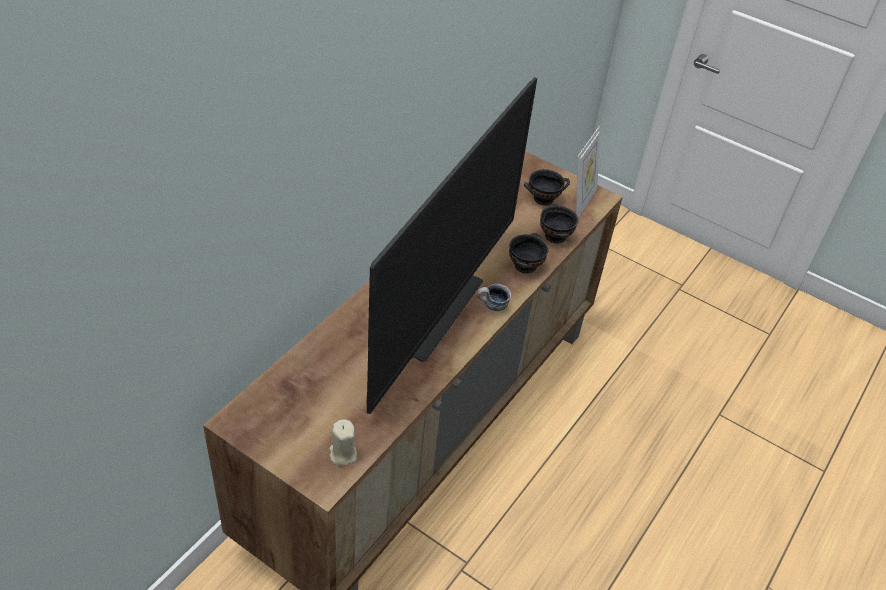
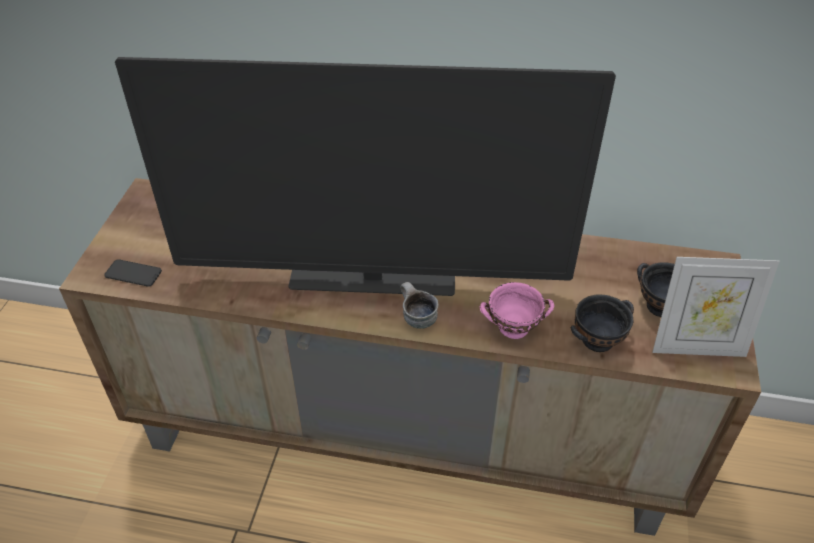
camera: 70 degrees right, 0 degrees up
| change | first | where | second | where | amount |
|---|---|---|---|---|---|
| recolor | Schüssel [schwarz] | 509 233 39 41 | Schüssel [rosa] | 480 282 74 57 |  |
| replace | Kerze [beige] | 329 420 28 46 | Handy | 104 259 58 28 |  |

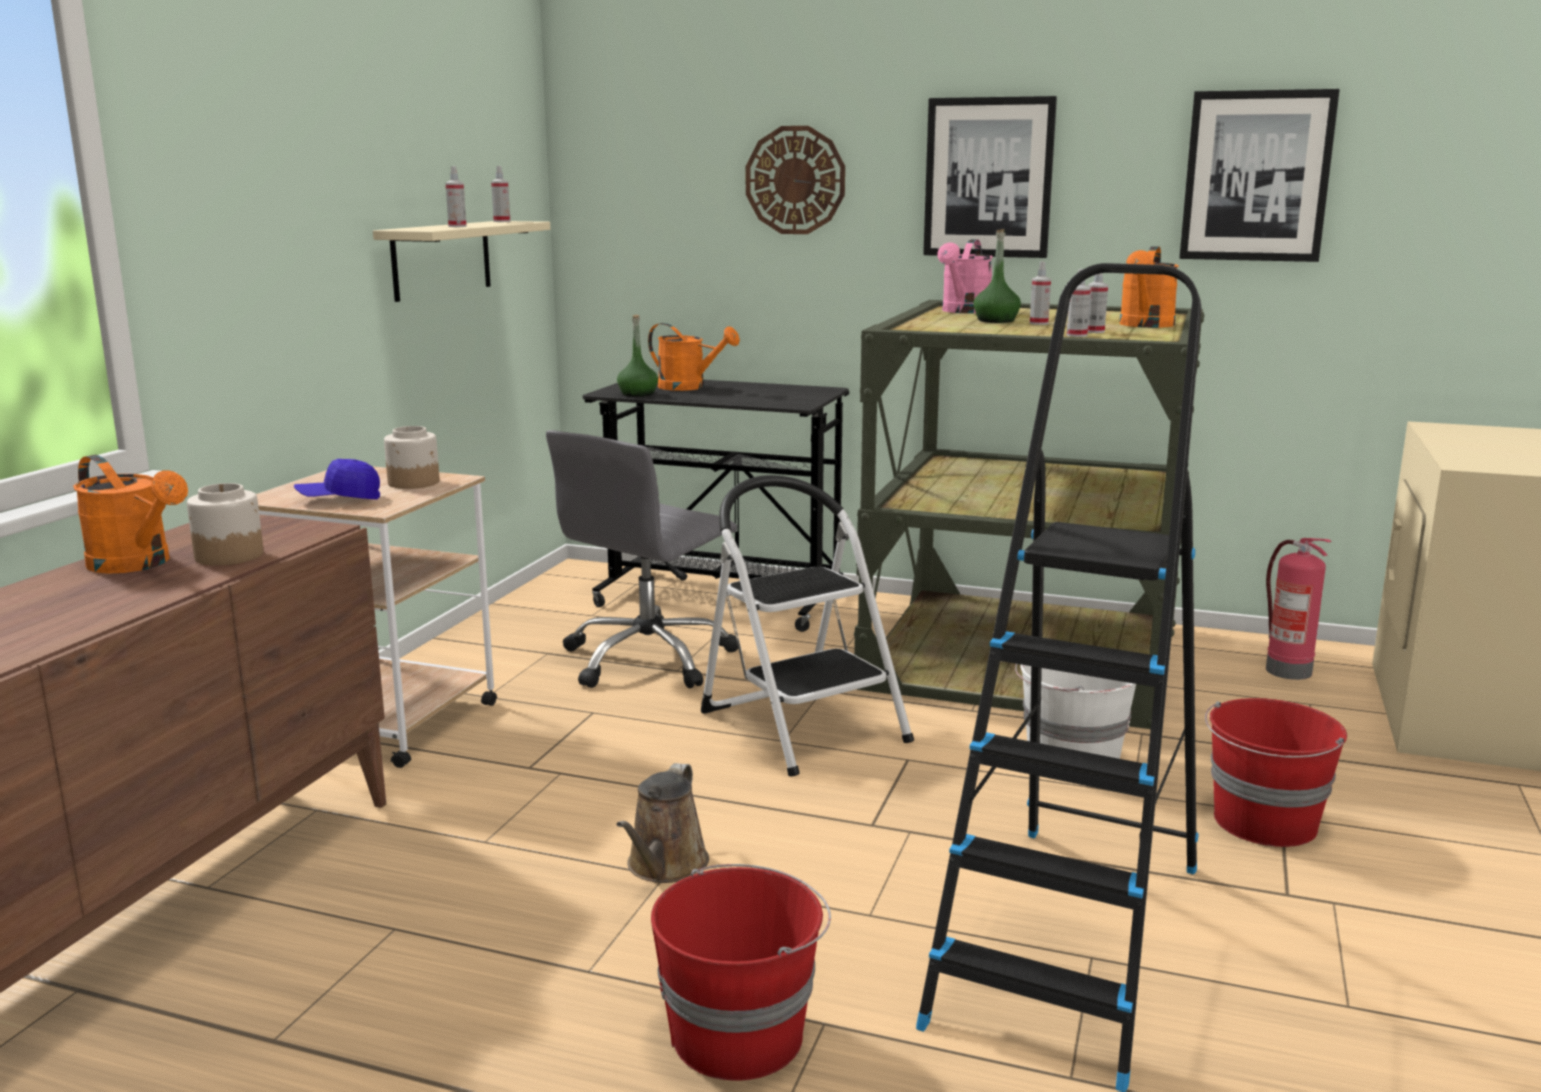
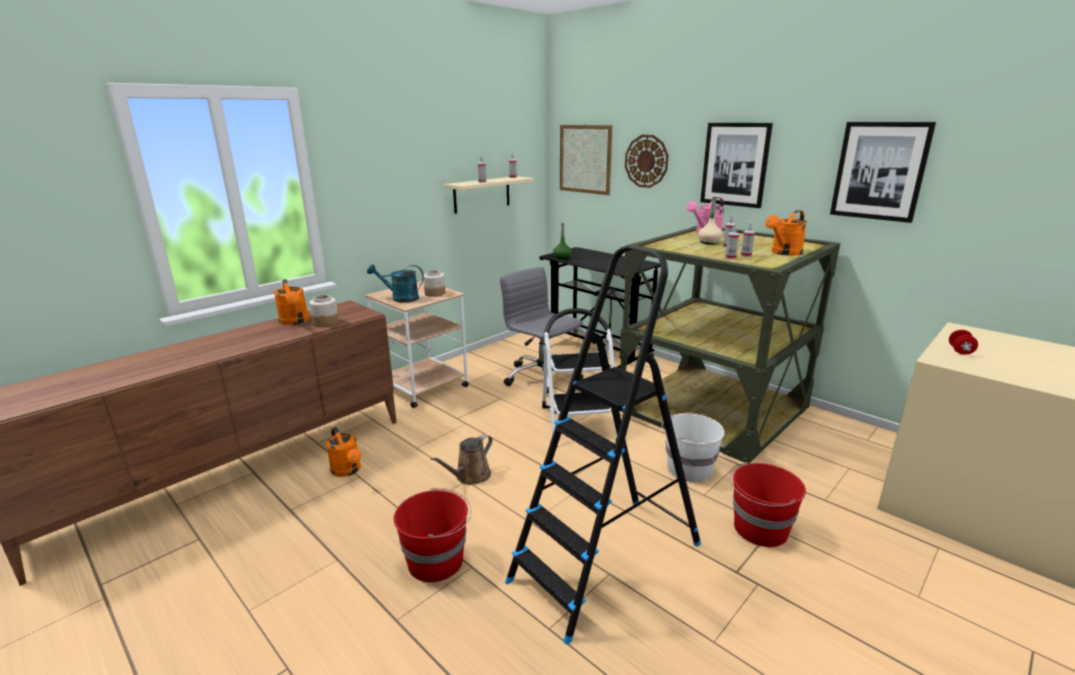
camera: 25 degrees right, 5 degrees up
| change | first | where | second | where | amount |
|---|---|---|---|---|---|
| recolor | Flasche [grün] | 973 229 48 94 | Flasche [beige] | 698 197 25 48 |  |
| move | Gießkanne [orange] | 648 323 92 68 |  | 326 427 35 50 |  |
| rotate | Bürostuhl [grau] | 546 430 192 258 |  | 500 267 84 128 | 75 degrees clockwise |
| replace | Kappe [blau] | 294 459 86 40 | Gießkanne [türkis] | 367 264 57 39 |  |
| delete | Feuerlöscher | 1266 538 66 142 |  |  |  |
| insert |  |  | Bild | 560 125 52 70 |  |
| insert |  |  | Hantel [rot] | 949 330 29 25 |  |

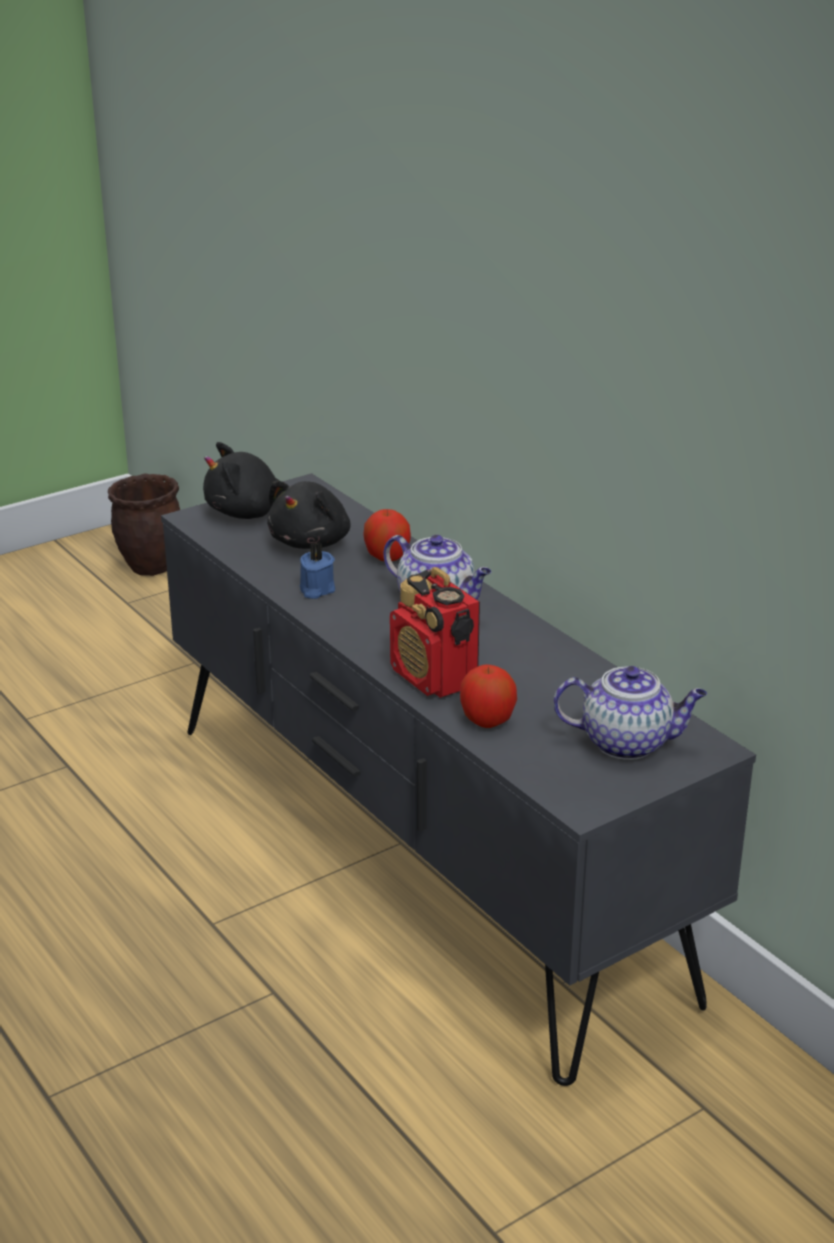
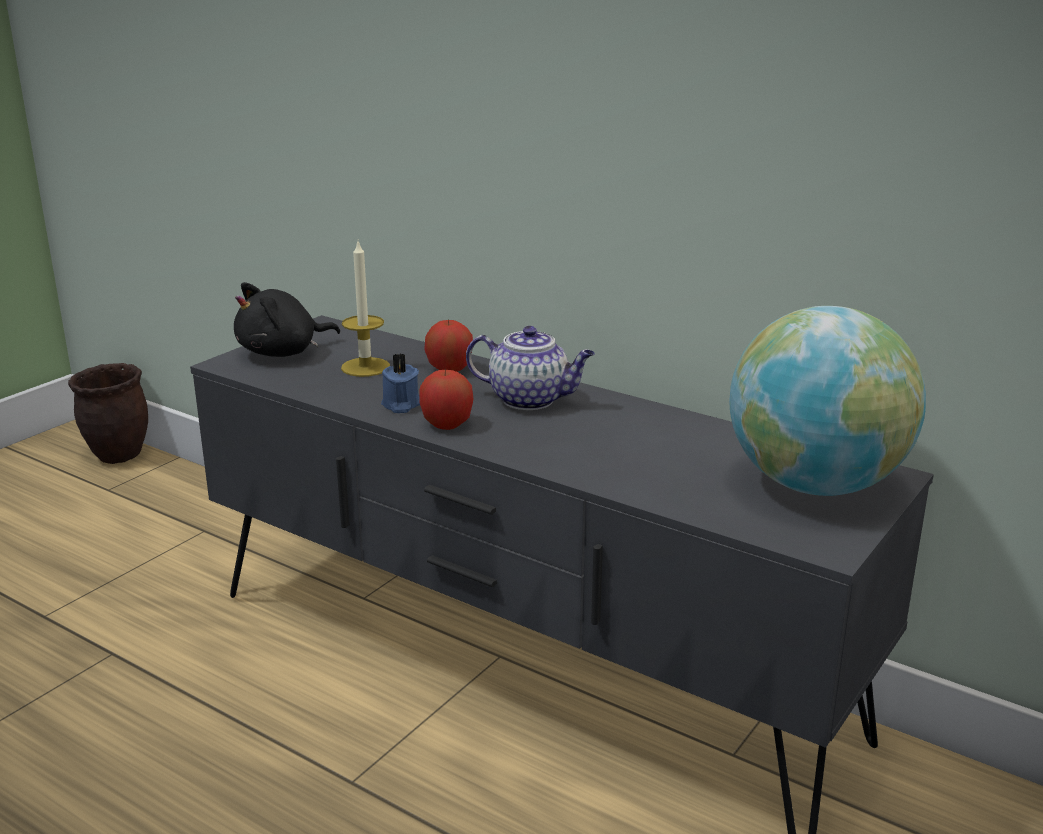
camera: 20 degrees left, 5 degrees down
| change | first | where | second | where | amount |
|---|---|---|---|---|---|
| replace | Plüschtier [schwarz] | 267 480 83 69 | Kerze | 341 242 49 135 |  |
| delete | Radio | 390 567 90 131 |  |  |  |
| move | Apfel | 460 665 57 63 |  | 419 369 55 61 |  |
| replace | Teekanne | 553 666 154 94 | Globus | 729 306 197 190 |  |

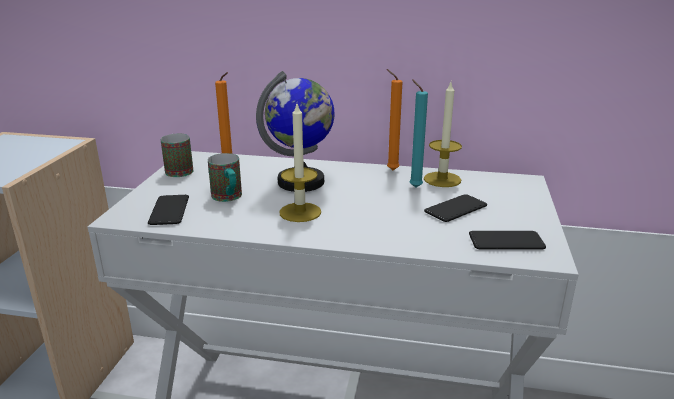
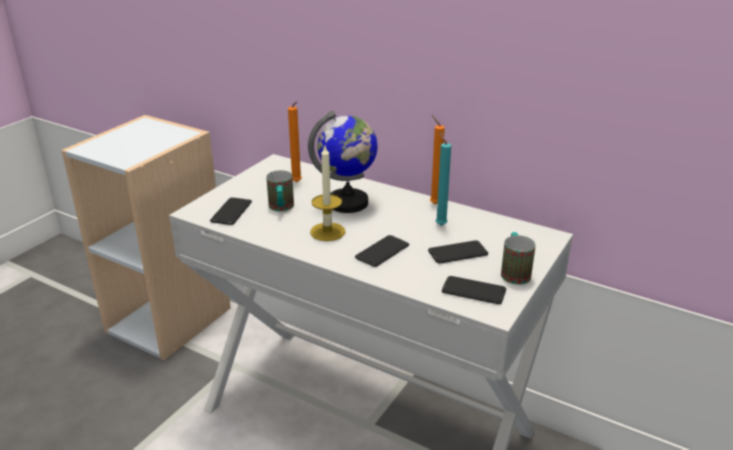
camera: 20 degrees right, 5 degrees up
| change | first | where | second | where | amount |
|---|---|---|---|---|---|
| delete | Kerze | 424 82 38 105 |  |  |  |
| move | Henkelbecher | 161 134 33 43 |  | 501 232 35 53 |  |
| insert |  |  | Handy | 355 235 54 32 |  |

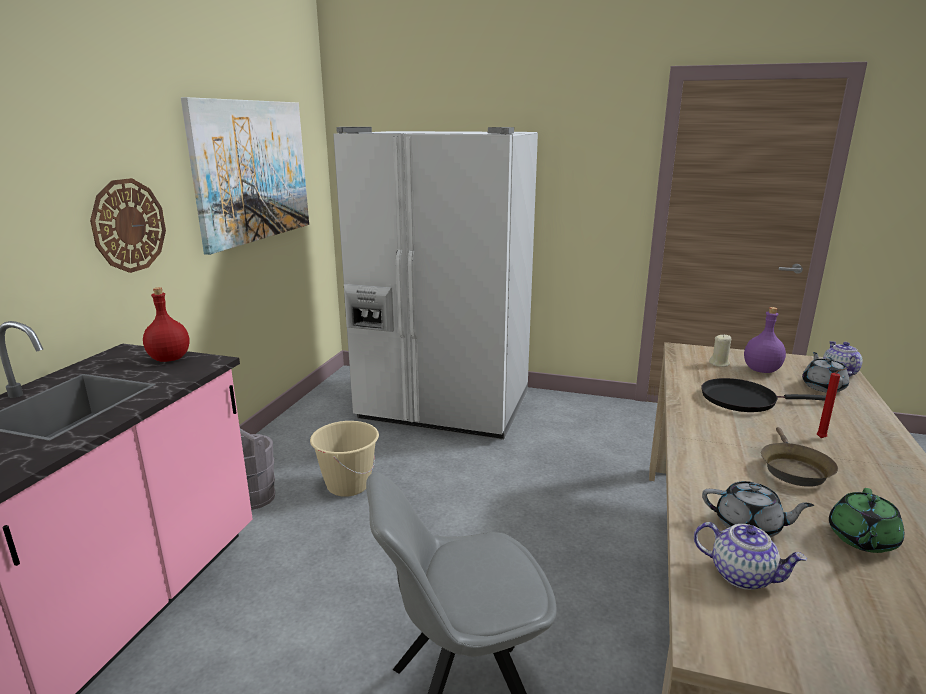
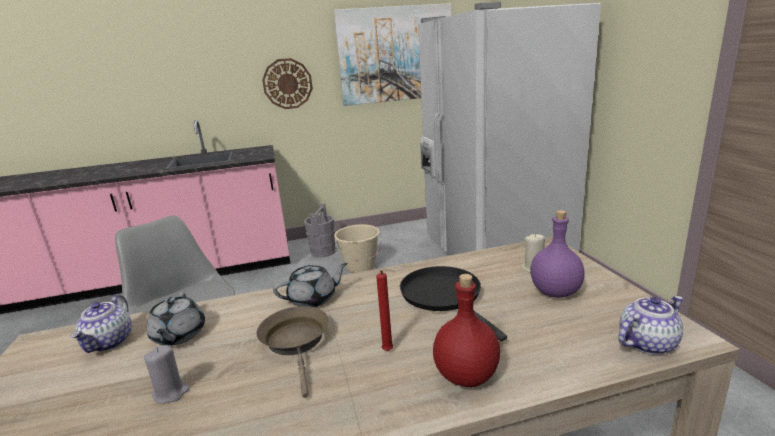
camera: 60 degrees right, 0 degrees up
| change | first | where | second | where | amount |
|---|---|---|---|---|---|
| move | Flasche [rot] | 143 287 47 75 |  | 433 274 67 113 |  |
| move | Teekanne [grau] | 802 352 47 40 |  | 273 263 75 44 |  |
| rotate | Pfanne [braun] | 761 427 77 60 |  | 256 306 73 92 | 90 degrees clockwise |
| replace | Teekanne [grün] | 829 488 75 65 | Kerze [grau] | 144 345 46 59 |  |

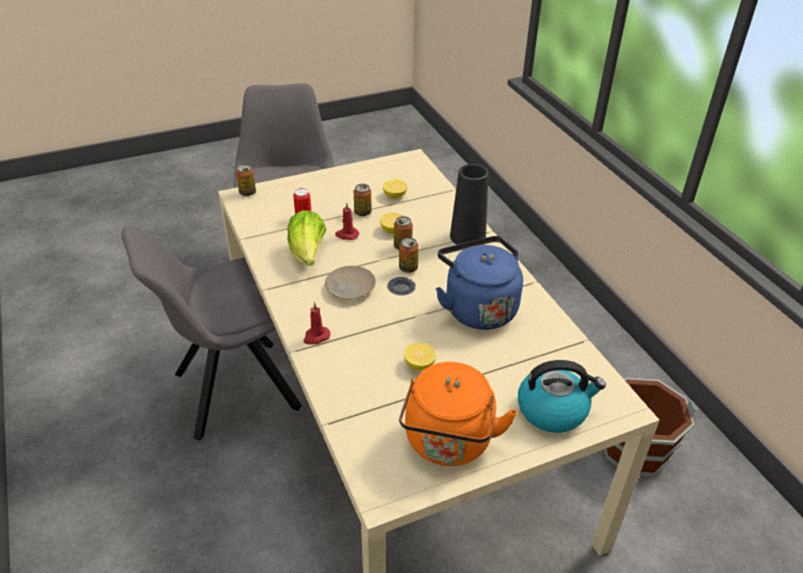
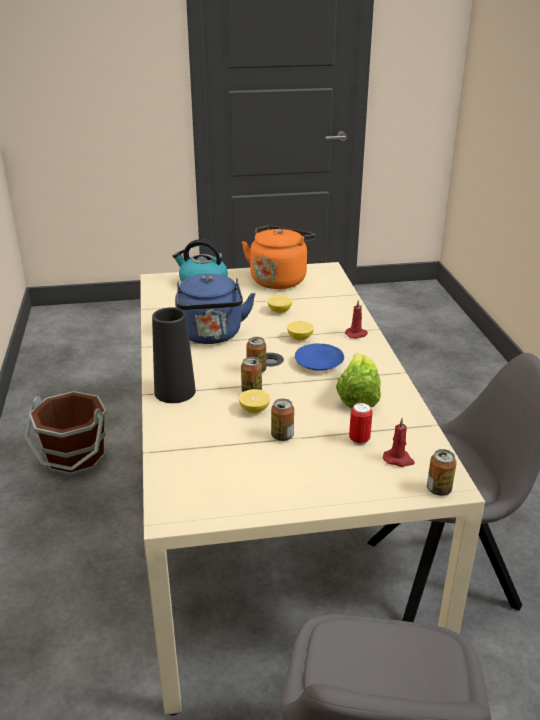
camera: 165 degrees left, 10 degrees down
| change | first | where | second | where | amount |
|---|---|---|---|---|---|
| move | Zitrone | 383 179 25 20 |  | 287 321 27 20 |  |
| move | Kerze [rot] | 335 202 24 38 |  | 383 418 32 49 |  |
| recolor | Teller [beige] | 325 266 51 34 | Teller [blau] | 295 343 49 28 |  |

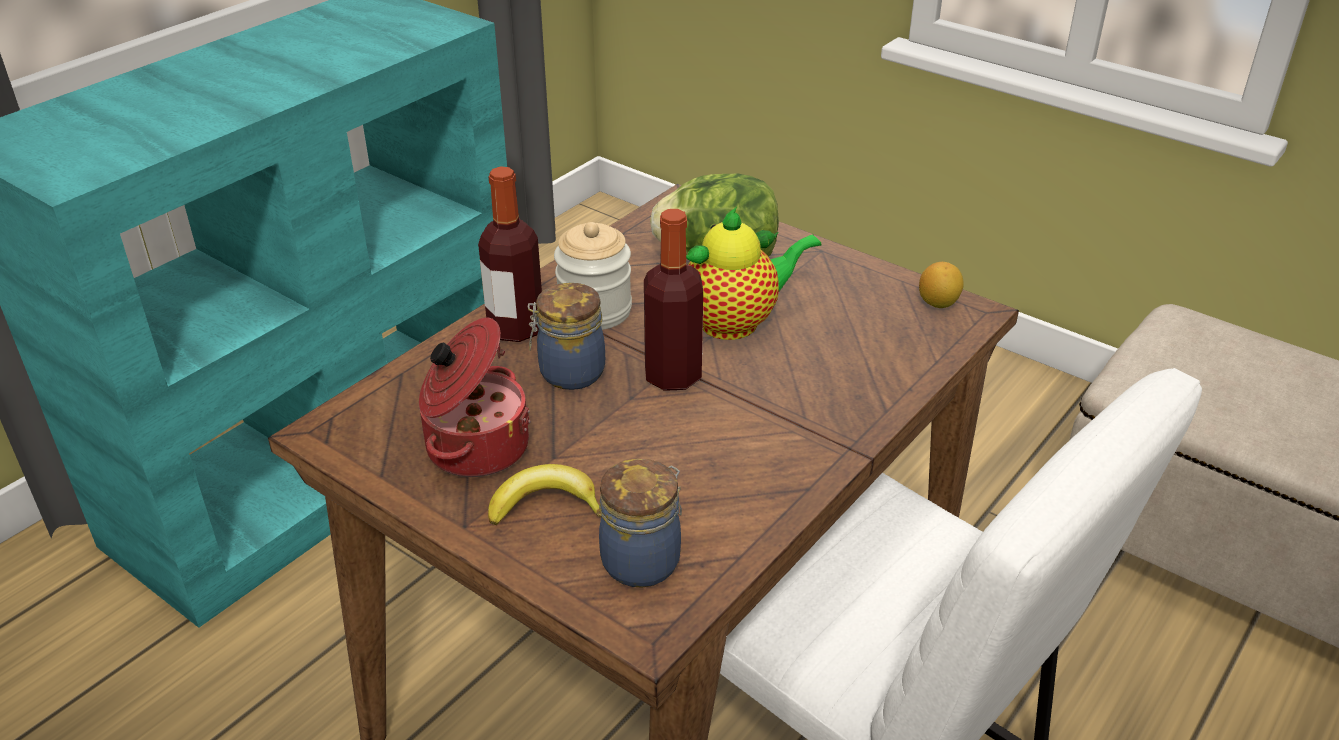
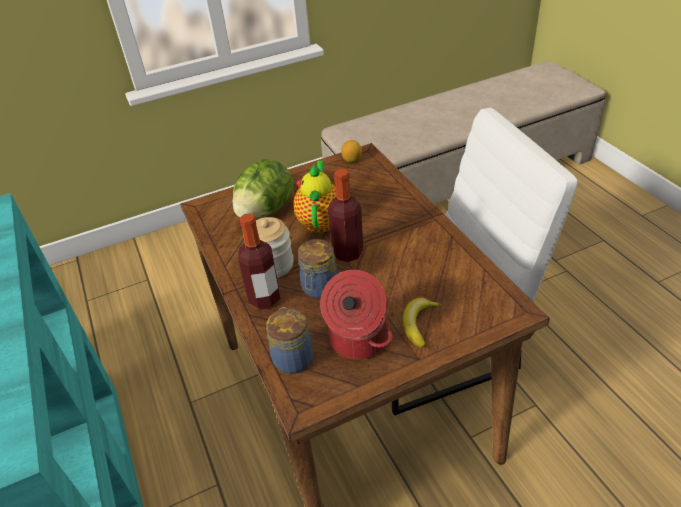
camera: 60 degrees left, 5 degrees up
| change | first | where | second | where | amount |
|---|---|---|---|---|---|
| move | Vorratsglas | 599 459 83 129 |  | 266 307 47 67 |  |

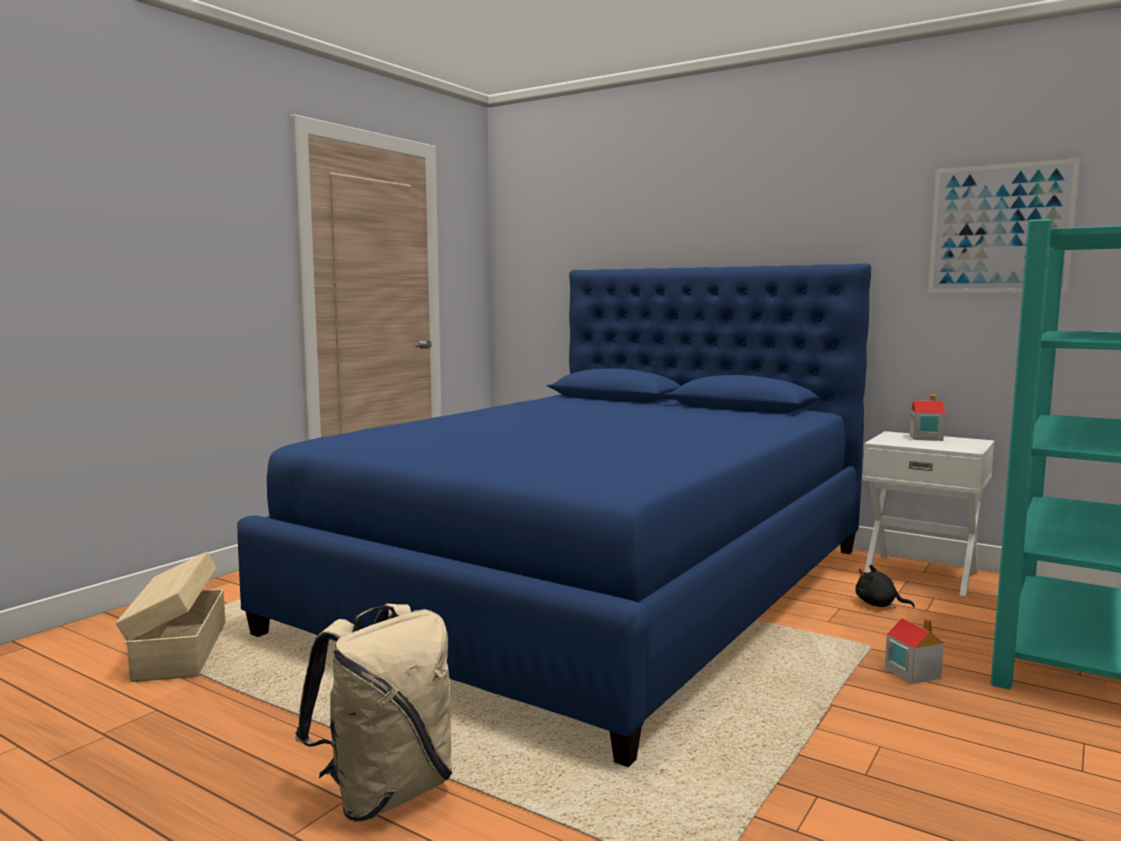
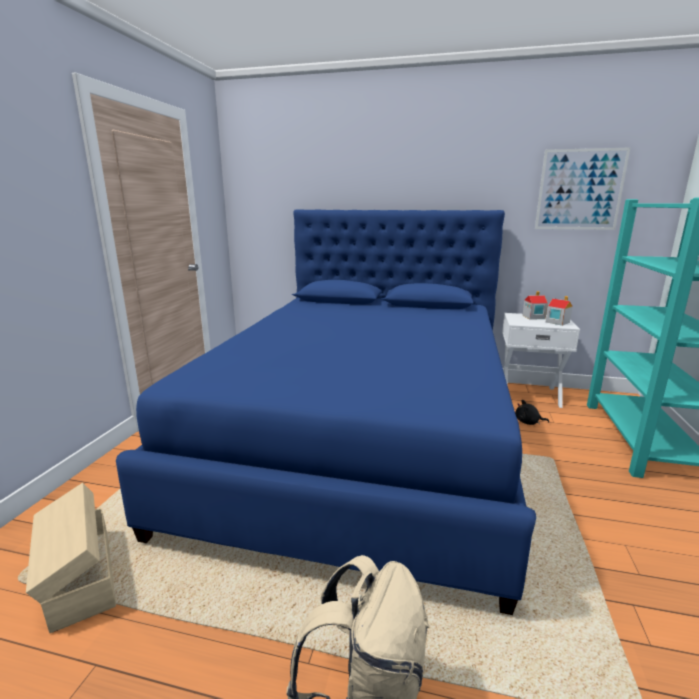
camera: 20 degrees left, 10 degrees up
| change | first | where | second | where | amount |
|---|---|---|---|---|---|
| move | Spielzeughaus | 885 617 59 67 |  | 546 296 27 30 |  |

